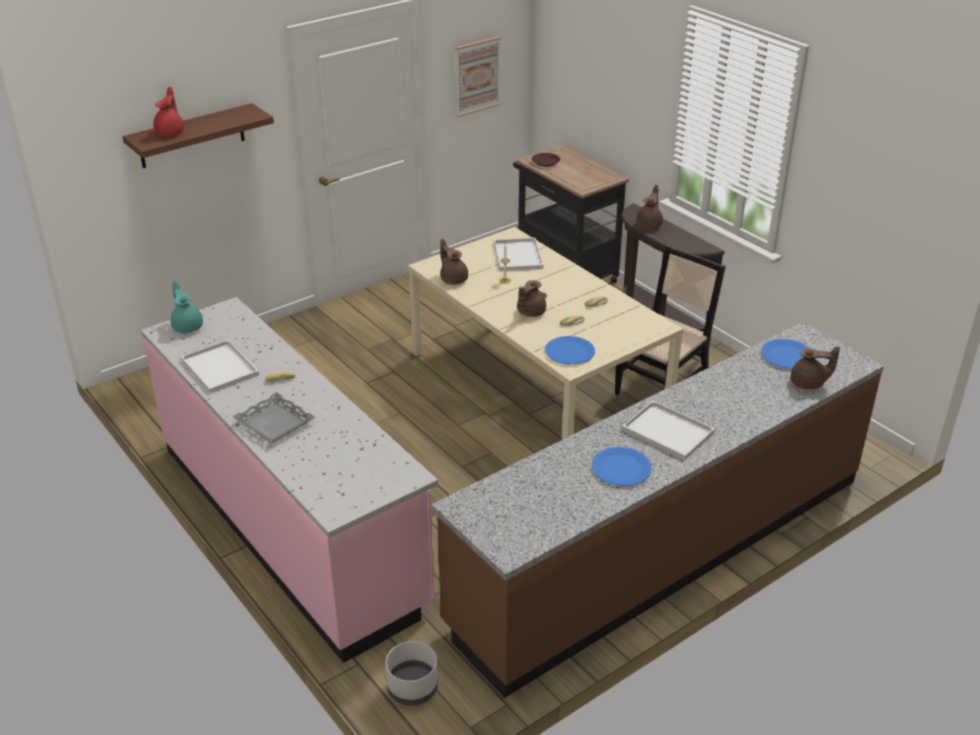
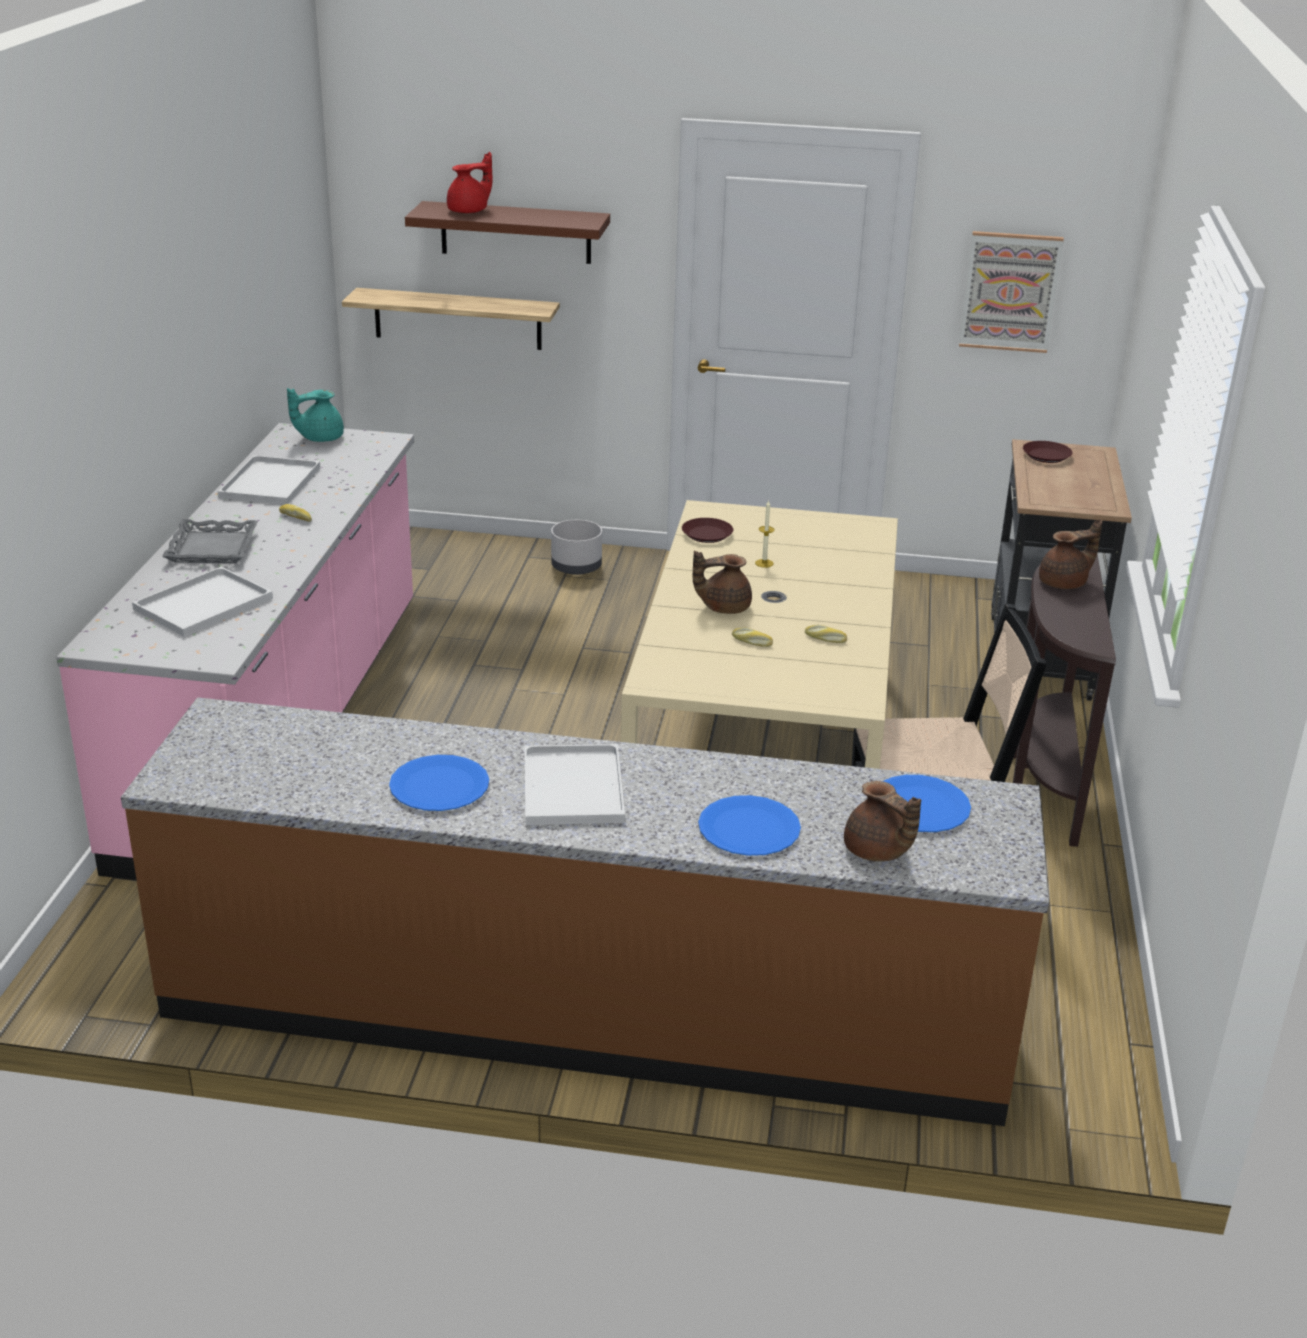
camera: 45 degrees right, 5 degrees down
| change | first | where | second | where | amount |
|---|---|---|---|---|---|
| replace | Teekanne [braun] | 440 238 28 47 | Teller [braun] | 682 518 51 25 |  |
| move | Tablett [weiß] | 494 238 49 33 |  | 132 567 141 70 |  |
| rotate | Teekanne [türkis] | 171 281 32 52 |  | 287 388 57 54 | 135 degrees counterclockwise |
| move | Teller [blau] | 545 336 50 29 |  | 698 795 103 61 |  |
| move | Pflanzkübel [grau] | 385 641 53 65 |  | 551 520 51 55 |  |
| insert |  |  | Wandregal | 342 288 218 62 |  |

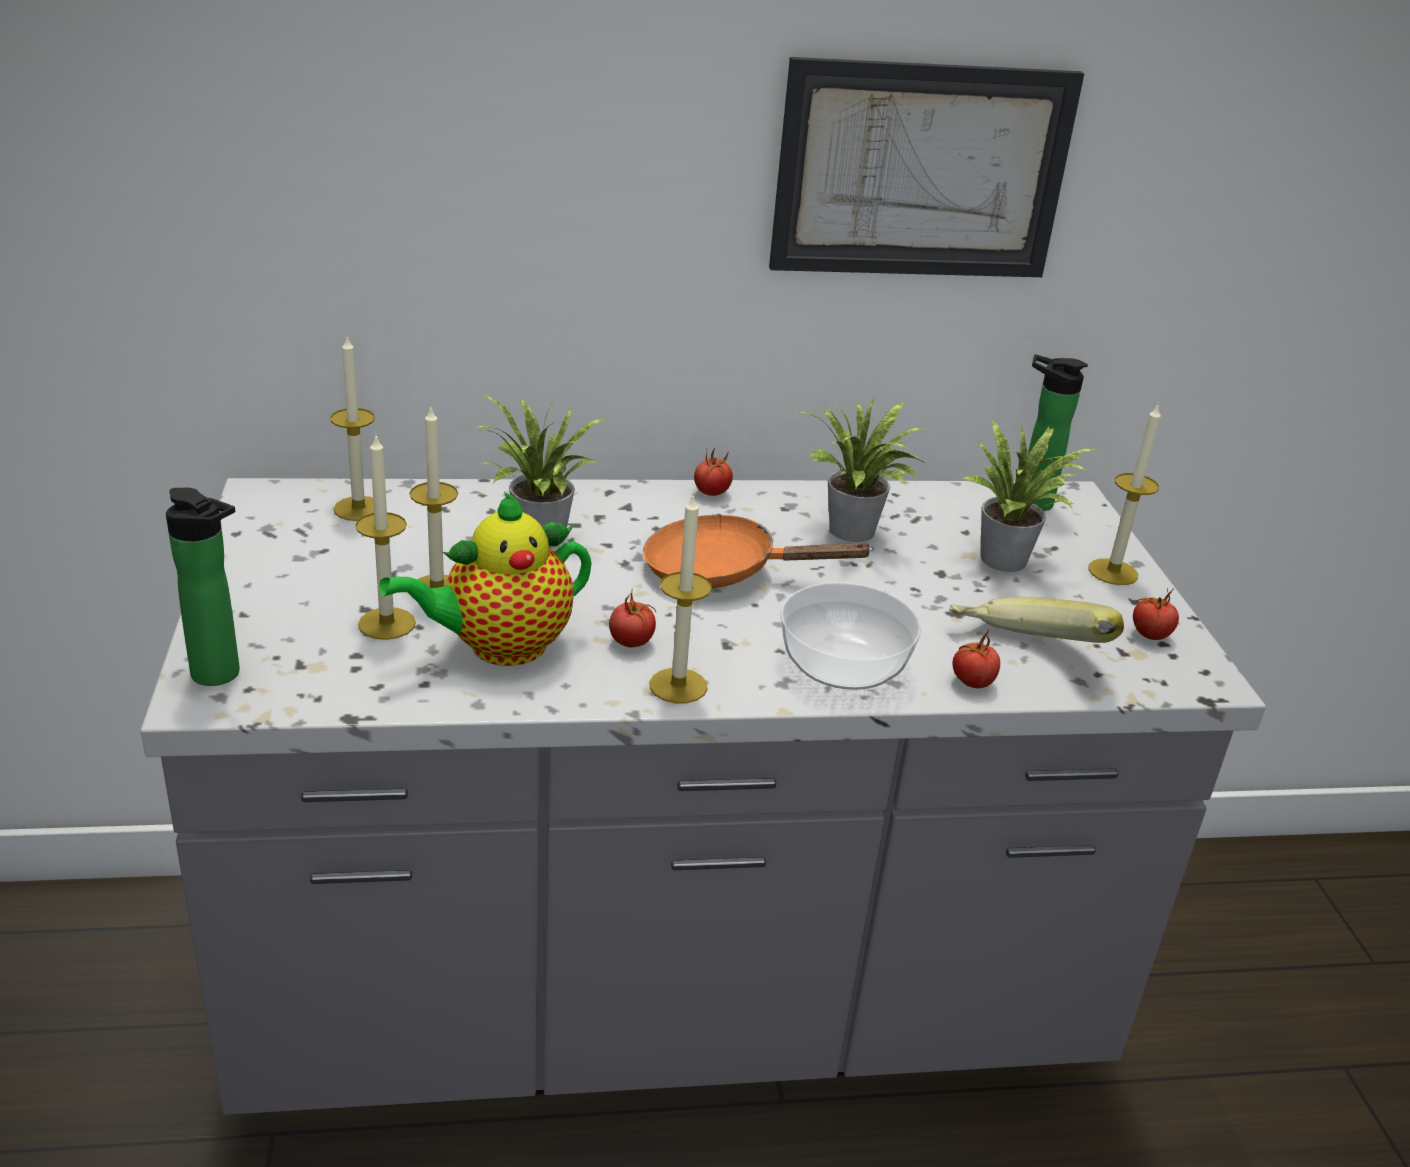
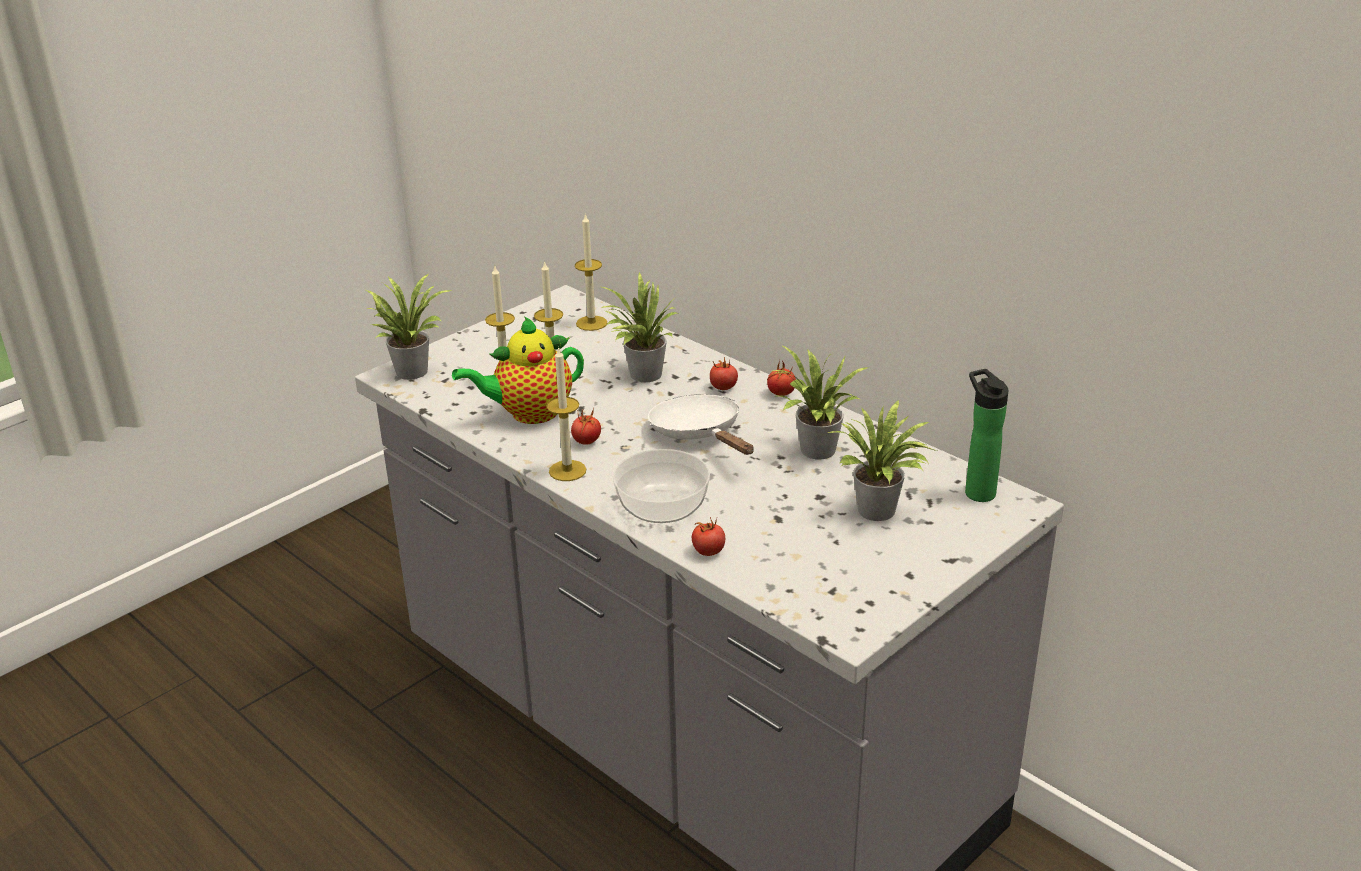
camera: 55 degrees right, 0 degrees up
| change | first | where | second | where | amount |
|---|---|---|---|---|---|
| delete | Bild | 769 57 315 220 |  |  |  |
| delete | Kerze | 1088 403 73 182 |  |  |  |
| replace | Flasche | 166 488 74 198 | Topfpflanze | 366 274 88 106 |  |
| rotate | Teekanne | 379 492 213 174 |  | 452 316 132 108 | 45 degrees counterclockwise |
| recolor | Pfanne [orange] | 643 513 231 75 | Pfanne [weiß] | 648 394 106 61 |  |
| move | Tomate | 1133 588 46 52 |  | 710 357 28 33 |  |
| delete | Banane | 949 597 175 46 |  |  |  |

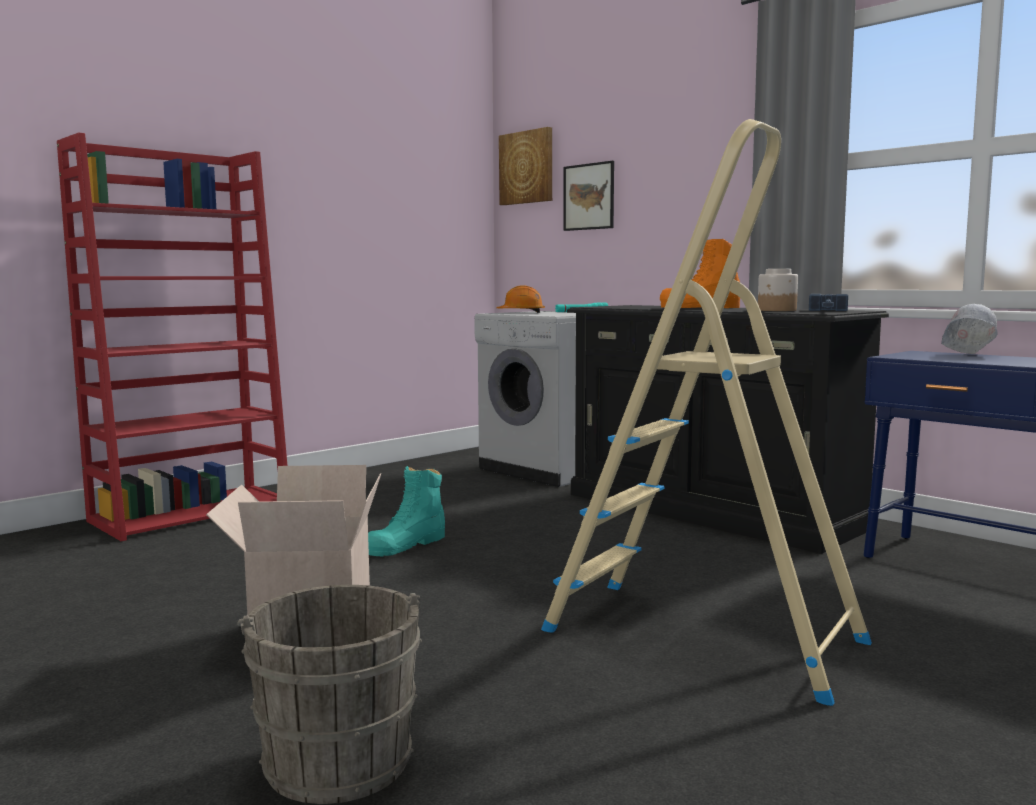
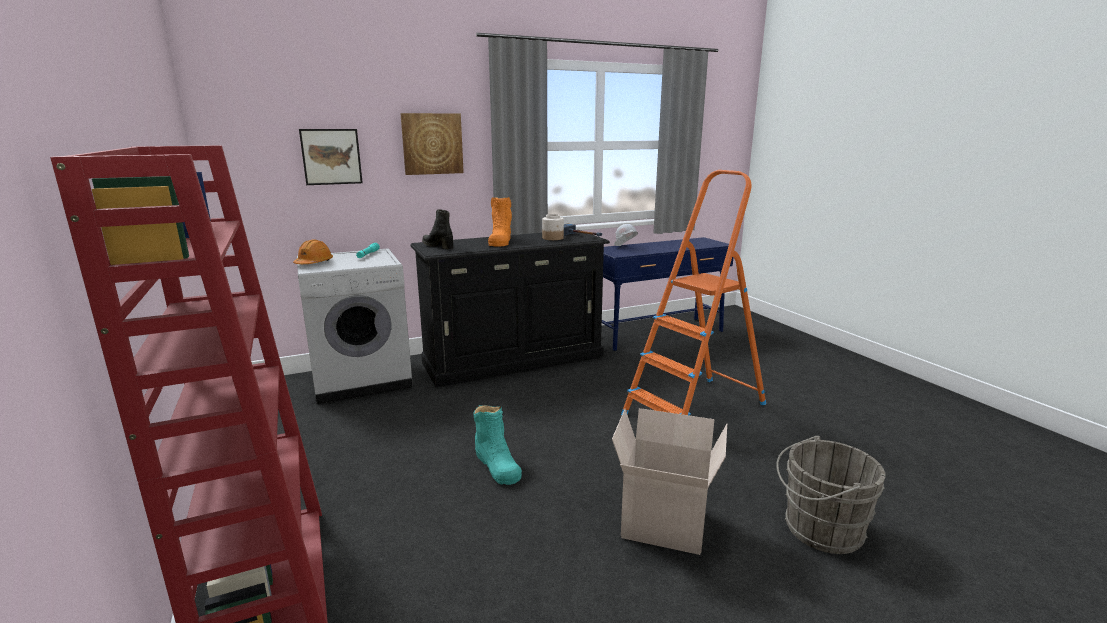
camera: 70 degrees left, 10 degrees up
| change | first | where | second | where | amount |
|---|---|---|---|---|---|
| recolor | Trittleiter [beige] | 541 119 331 587 | Trittleiter [orange] | 621 170 145 246 |  |
| move | Bild | 499 127 53 78 |  | 400 113 64 62 |  |
| insert |  |  | Stiefel [schwarz] | 422 209 31 40 |  |

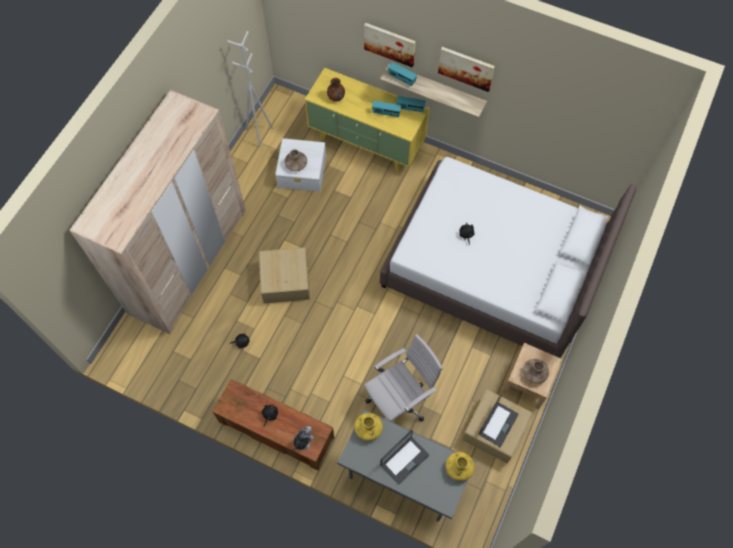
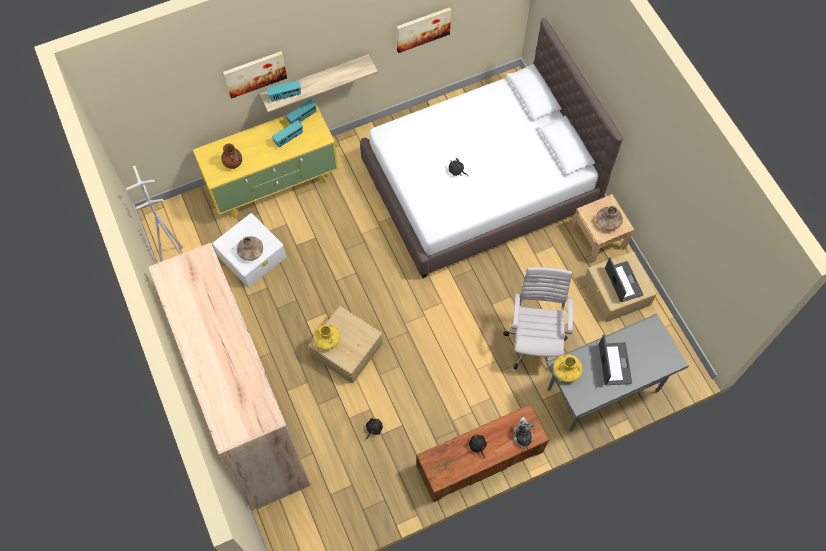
camera: 50 degrees left, 0 degrees up
| change | first | where | second | where | amount |
|---|---|---|---|---|---|
| move | Bild | 438 47 57 45 |  | 397 7 54 46 |  |
| move | Vase [gelb] | 446 452 29 29 |  | 313 324 27 26 |  |

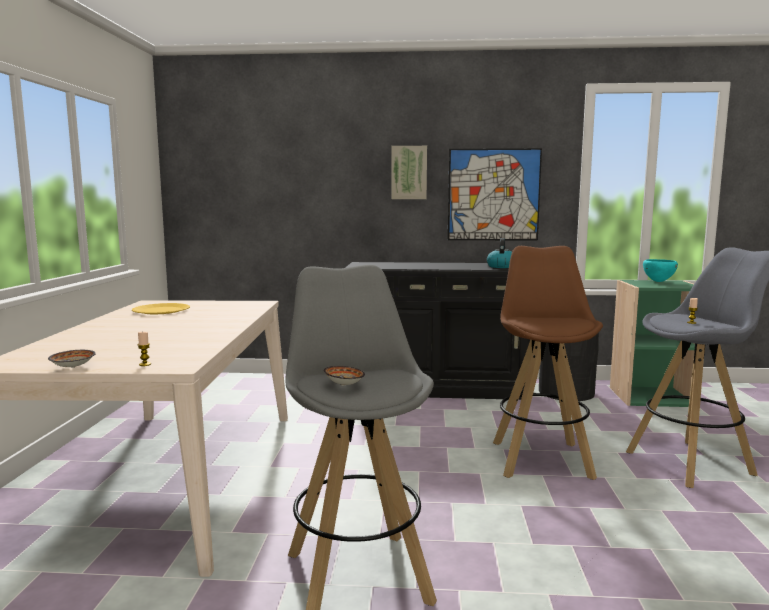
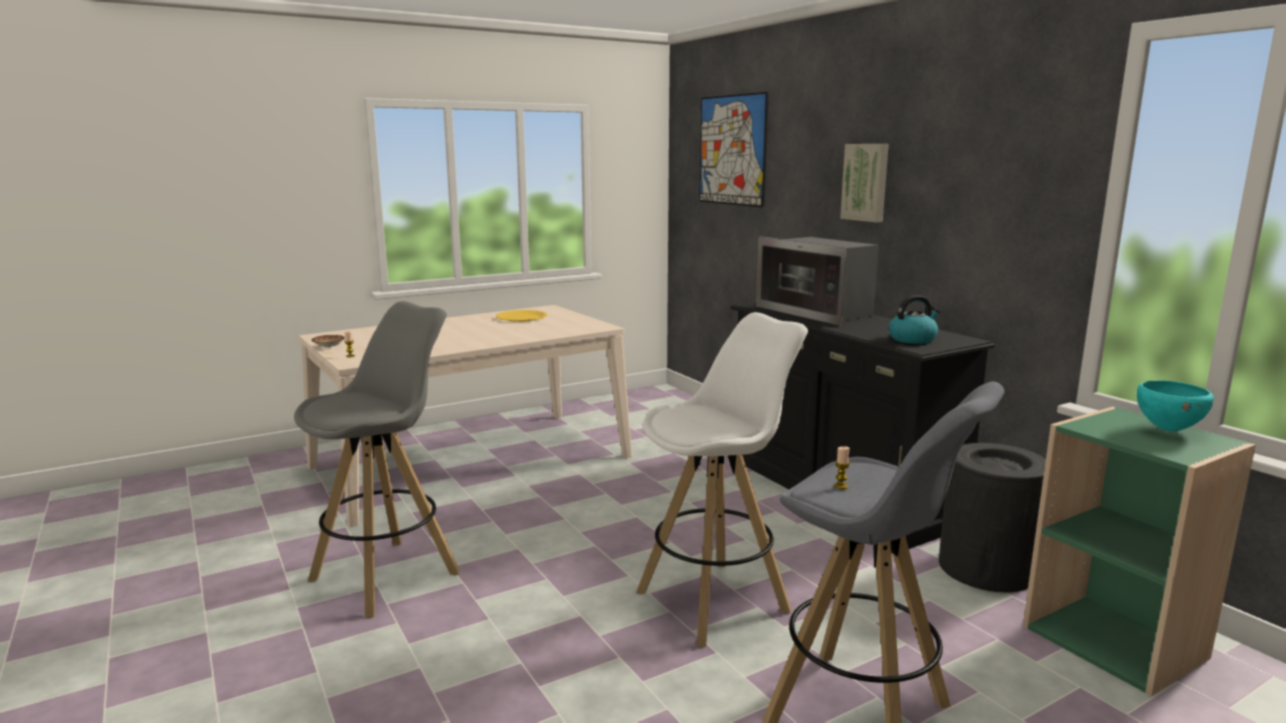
camera: 55 degrees right, 5 degrees up
| change | first | where | second | where | amount |
|---|---|---|---|---|---|
| move | Bild | 448 148 94 93 |  | 699 92 70 116 |  |
| recolor | Hocker [braun] | 493 246 110 234 | Hocker [weiß] | 636 312 172 335 |  |
| delete | Schüssel | 324 366 41 20 |  |  |  |
| insert |  |  | Mikrowelle | 756 236 123 90 |  |

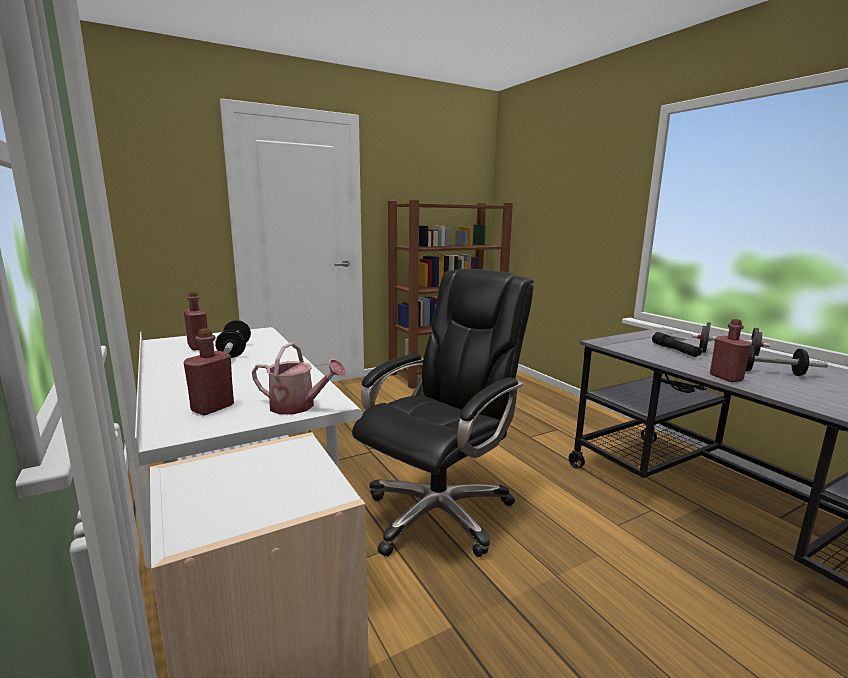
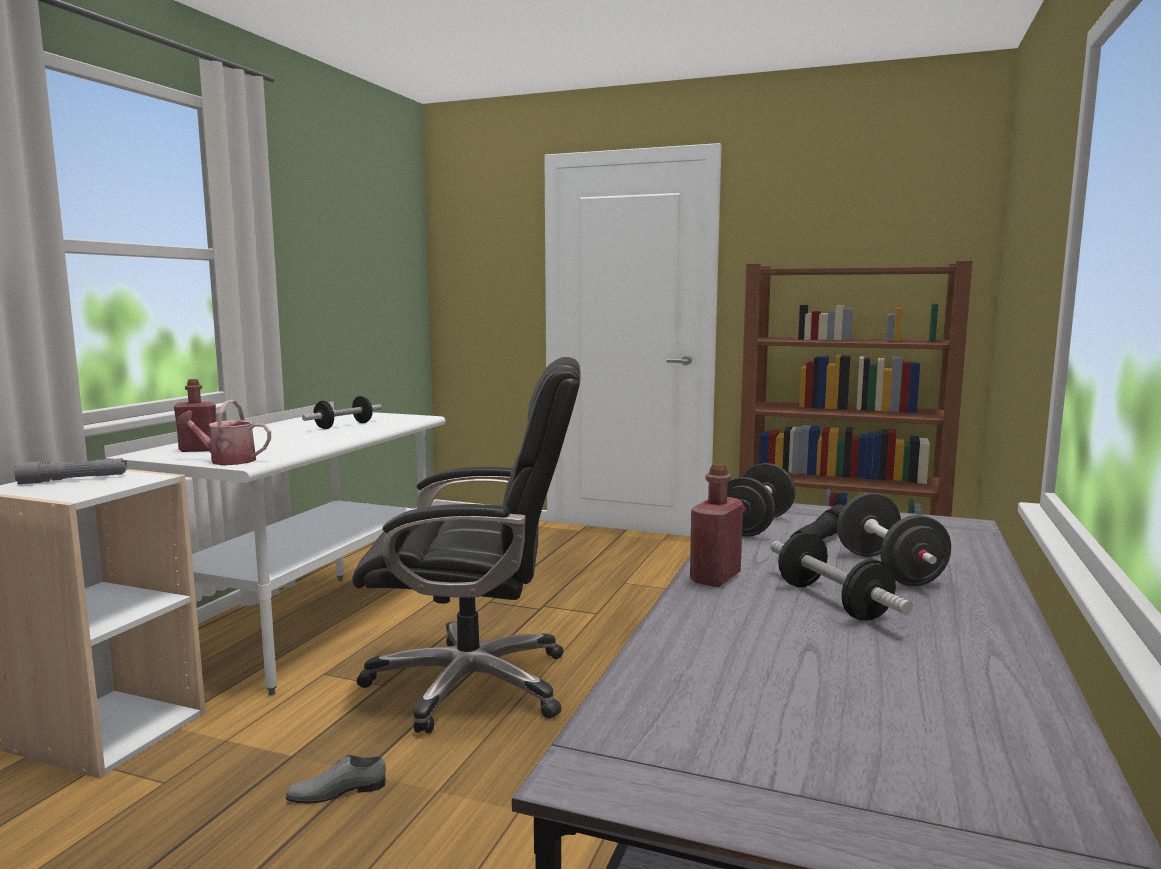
camera: 50 degrees right, 5 degrees down
| change | first | where | second | where | amount |
|---|---|---|---|---|---|
| delete | Flasche [rot] | 184 291 24 60 |  |  |  |
| rotate | Gießkanne | 252 342 94 72 |  | 176 400 95 65 | 120 degrees clockwise |
| insert |  |  | Taschenlampe [grau] | 14 458 113 26 |  |
| insert |  |  | Hantel [schwarz] | 727 463 68 74 |  |
| insert |  |  | Schuh [grau] | 286 755 100 49 |  |

